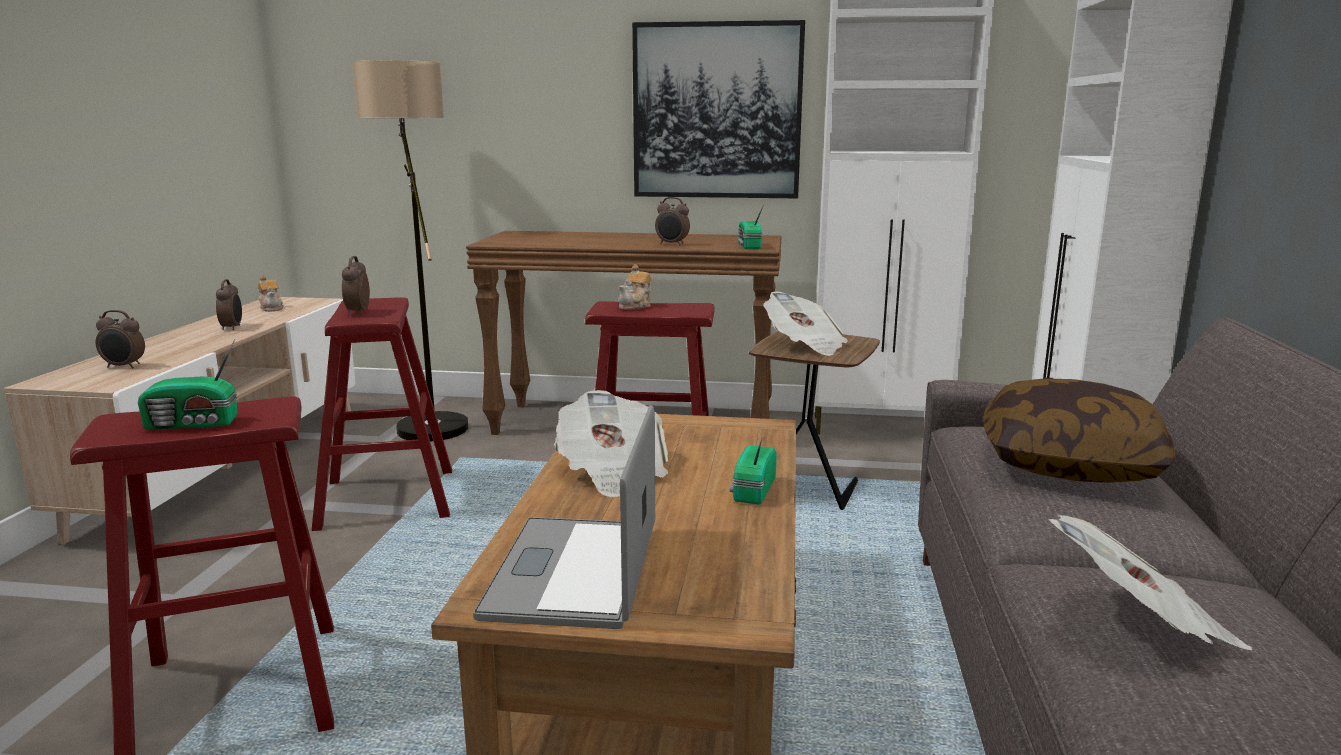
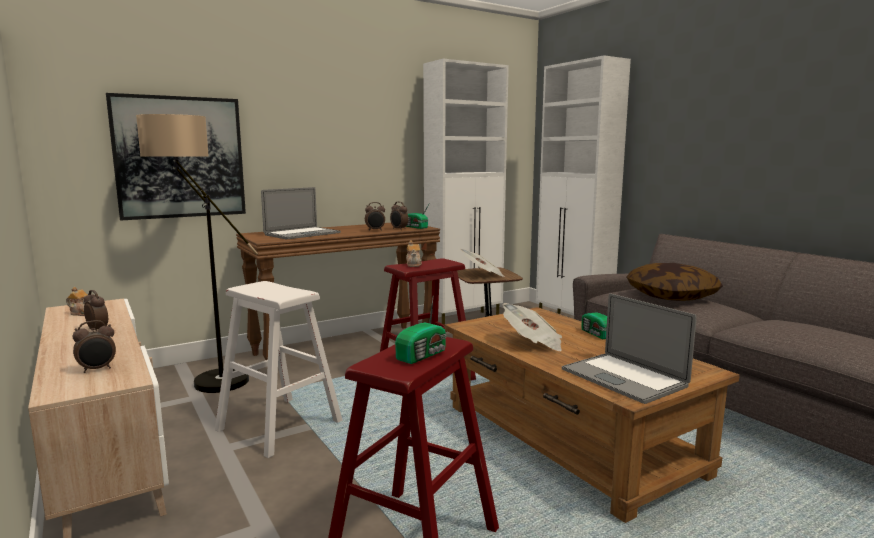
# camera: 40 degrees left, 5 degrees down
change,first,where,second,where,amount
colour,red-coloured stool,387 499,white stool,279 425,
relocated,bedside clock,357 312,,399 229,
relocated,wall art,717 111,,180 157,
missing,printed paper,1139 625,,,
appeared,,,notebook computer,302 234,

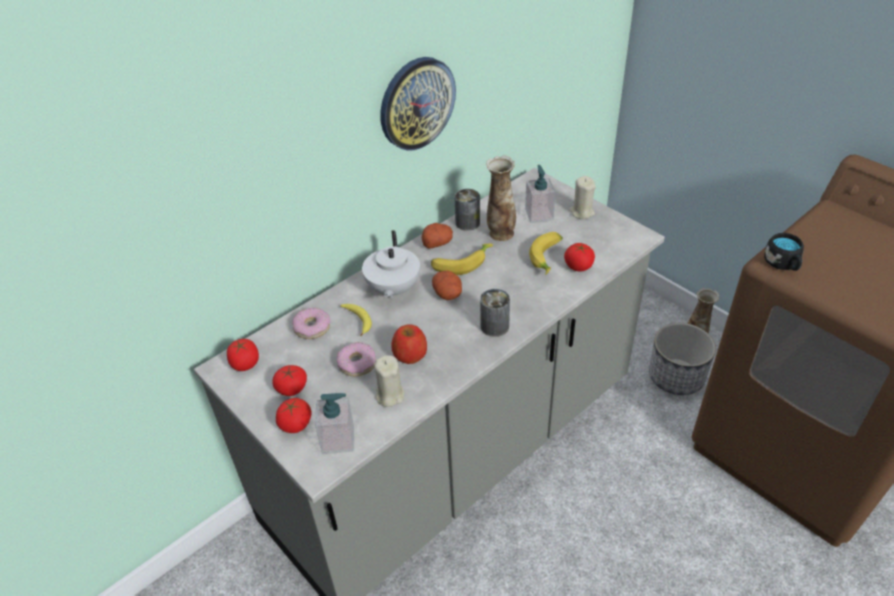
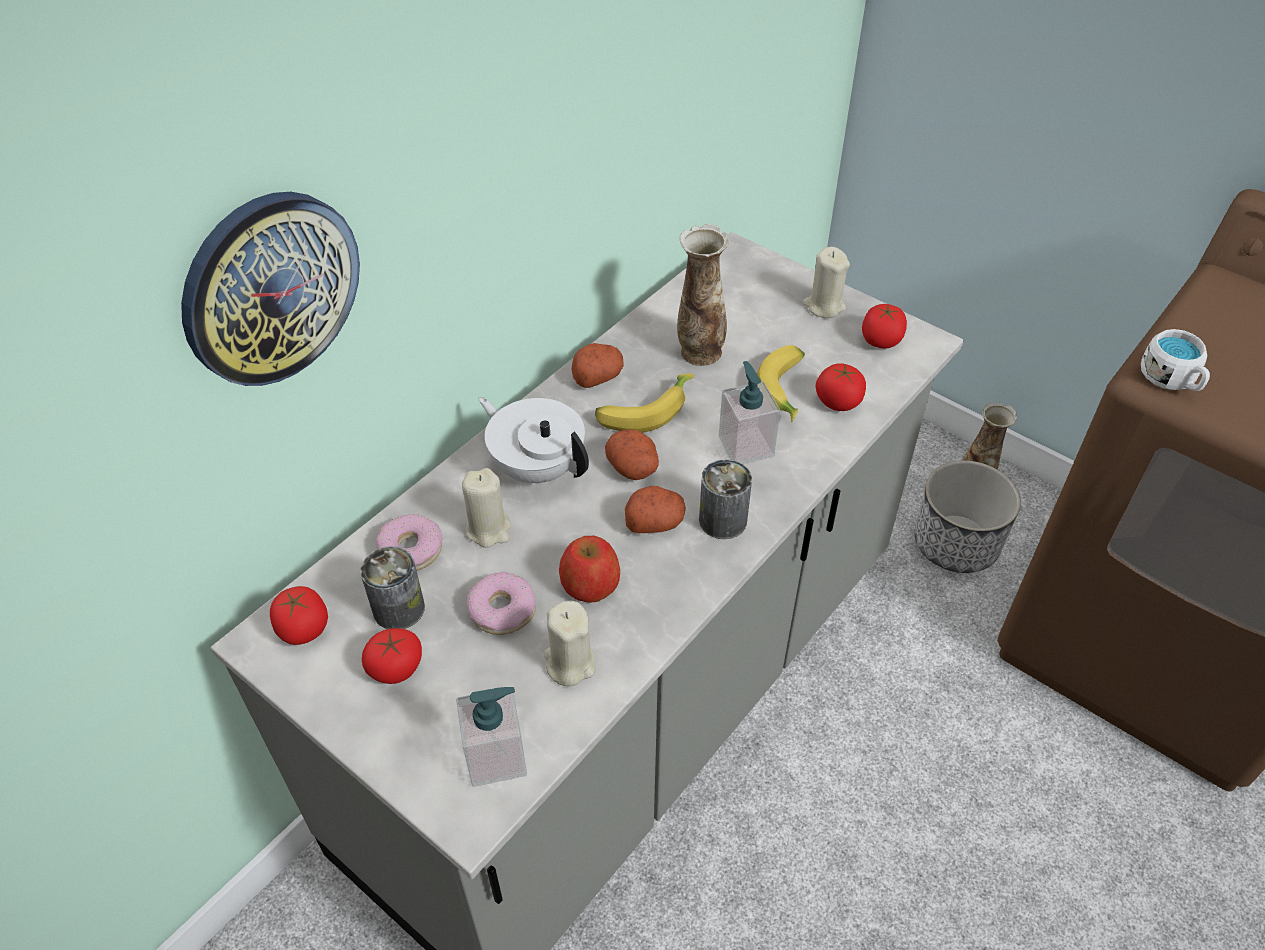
# camera: 10 degrees left, 5 degrees up
change,first,where,second,where,amount
relocated,fresh tomato,296 424,,881 340,
exchanged,whole banana,358 320,beige-coloured wax candle,489 529,
spun,white tea pot,392 289,,537 467,135 degrees clockwise
relocated,wall clock,416 103,,270 288,
relocated,sealed can,467 222,,399 608,
relocated,soap bottle,539 214,,745 446,
colour,blackish tea mug,783 264,white tea mug,1171 380,
appeared,,,whole potato,654 522,

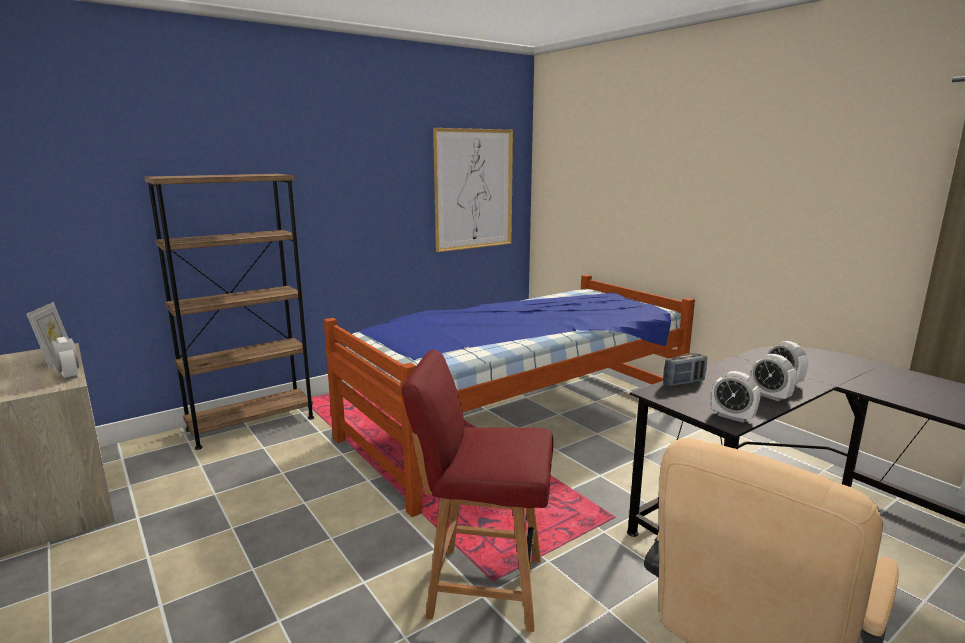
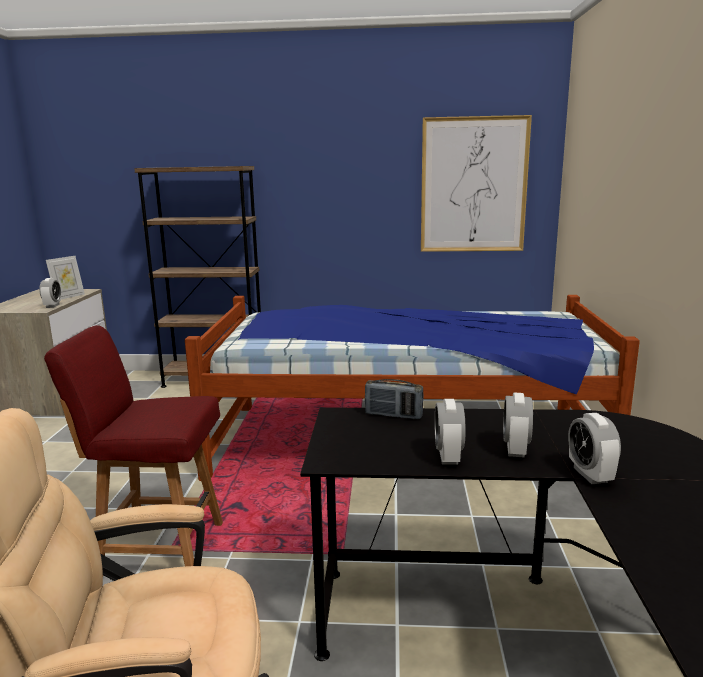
# camera: 40 degrees right, 0 degrees up
change,first,where,second,where,amount
spun,red-coloured plain chair,483 586,,159 549,45 degrees counterclockwise
relocated,bedside clock,732 417,,590 475,

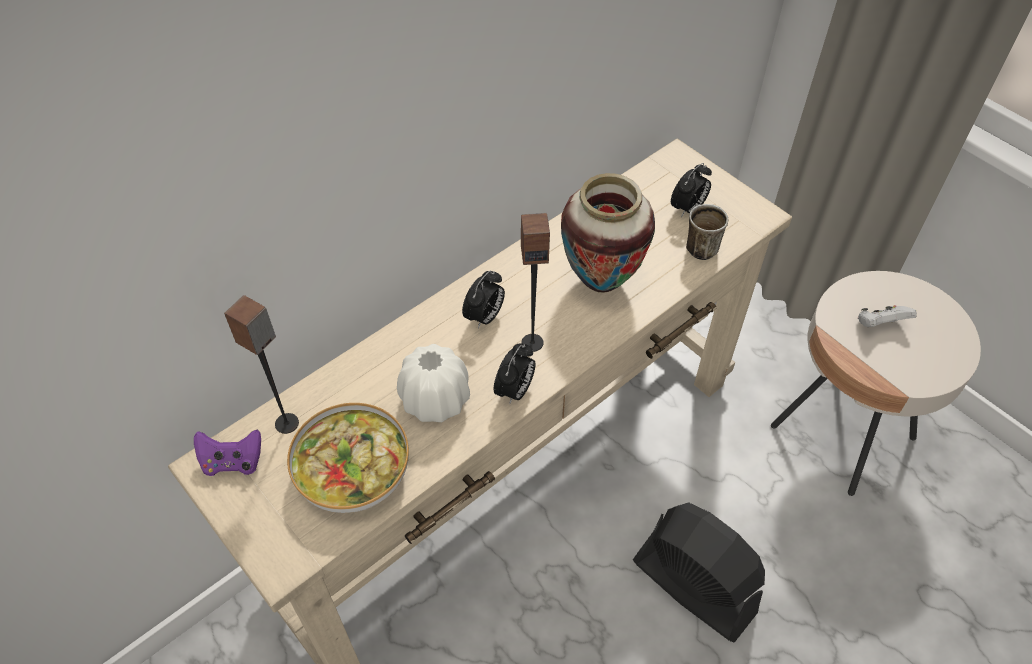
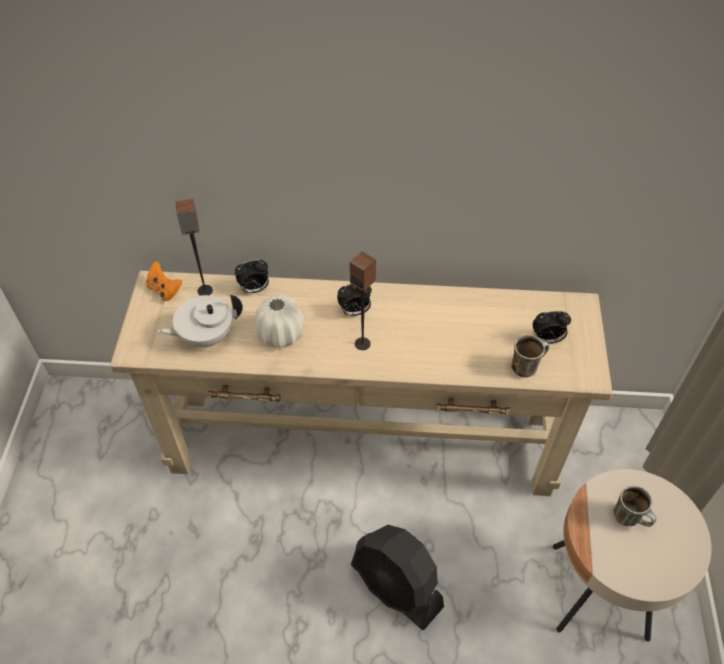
# camera: 45 degrees right, 0 degrees up
change,first,where,second,where,amount
colour,purple joypad,233 462,orange-coloured joypad,164 290,
exchanged,serving bowl,352 472,white tea pot,206 336,
relocated,bedside clock,515 391,,254 289,
missing,flower vase,600 282,,,
spun,blackish cooling fan,693 586,,396 586,135 degrees clockwise
exchanged,white joypad,879 325,tea mug,631 518,

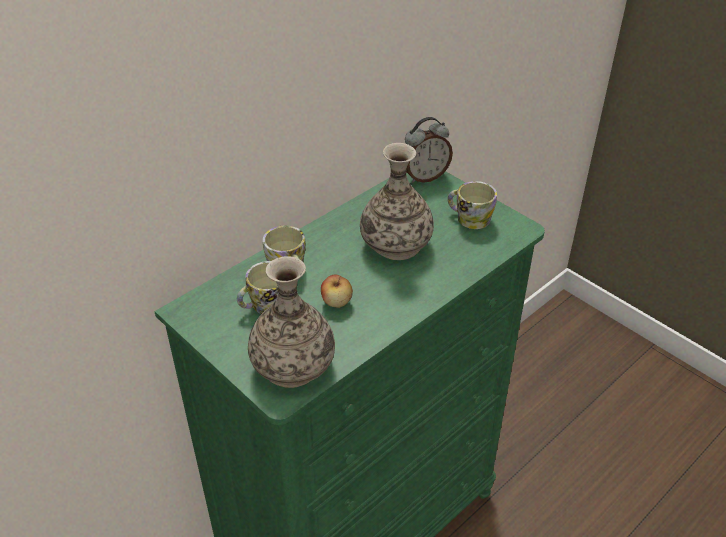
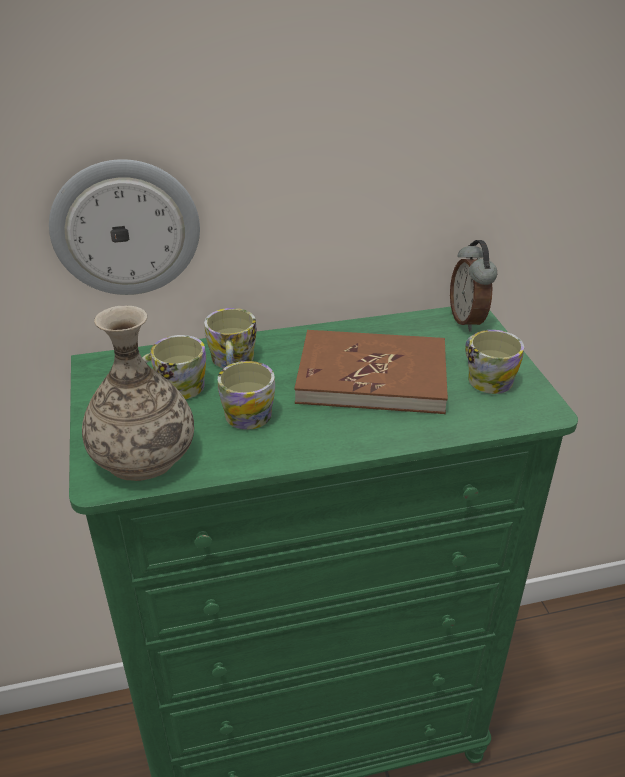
# camera: 30 degrees right, 5 degrees down
change,first,where,second,where,amount
exchanged,apple fruit,336 302,tea mug,250 411,
exchanged,flower vase,396 244,brown book,372 376,
spun,bedside clock,424 177,,468 320,75 degrees clockwise
appeared,,,wall clock,126 228,

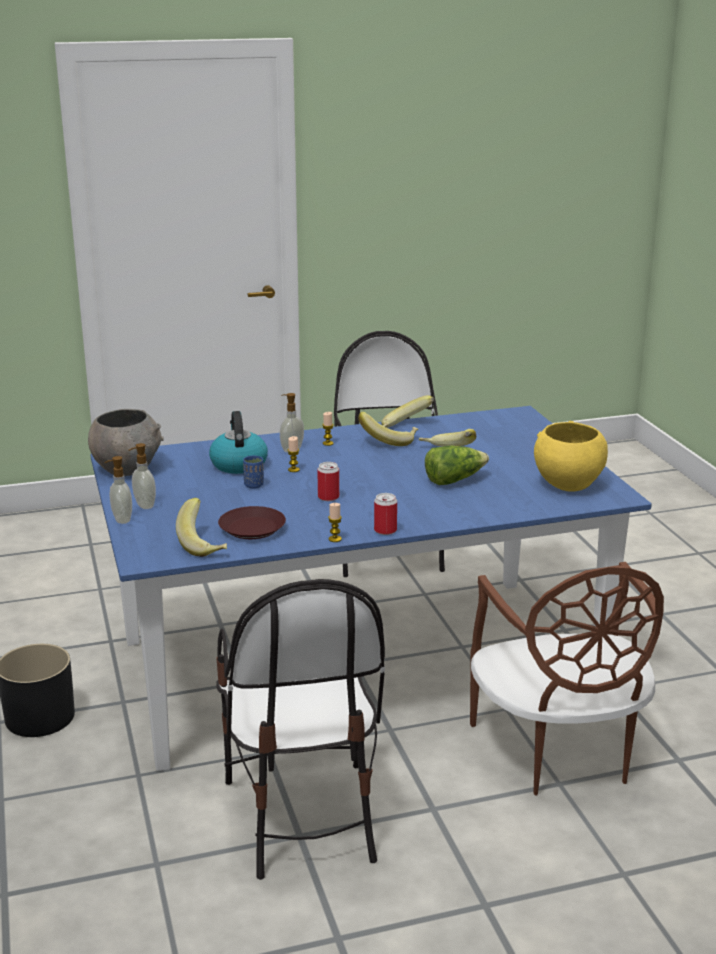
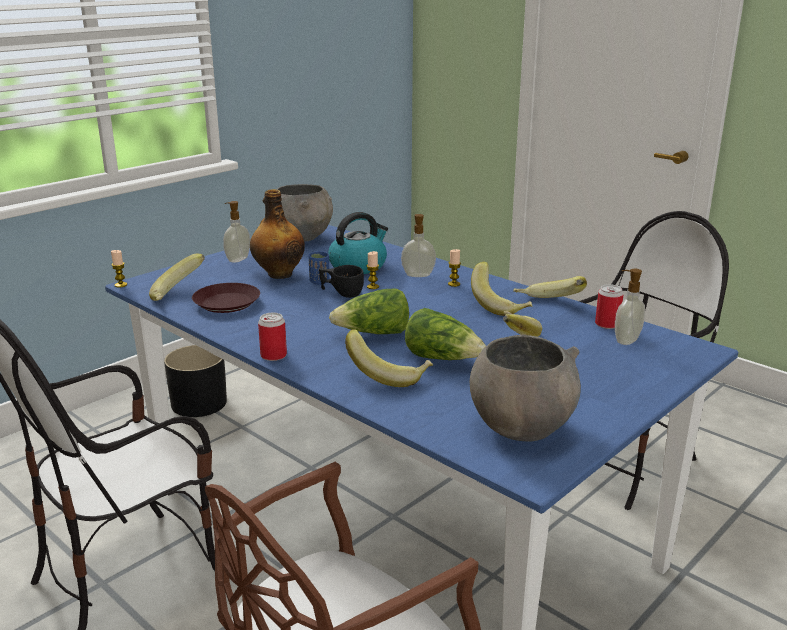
# camera: 60 degrees right, 0 degrees up
change,first,where,second,where,amount
relocated,soap bottle,121 520,,625 340,
relocated,sealed can,328 497,,607 324,
relocated,wax candle,335 539,,121 285,
colour,yellow-coloured serving bowl,567 484,gray serving bowl,520 426,
appeared,,,drink bottle,279 274,
appeared,,,blackish cup,341 293,
appeared,,,head of lettuce,373 333,
appeared,,,whole banana,389 375,

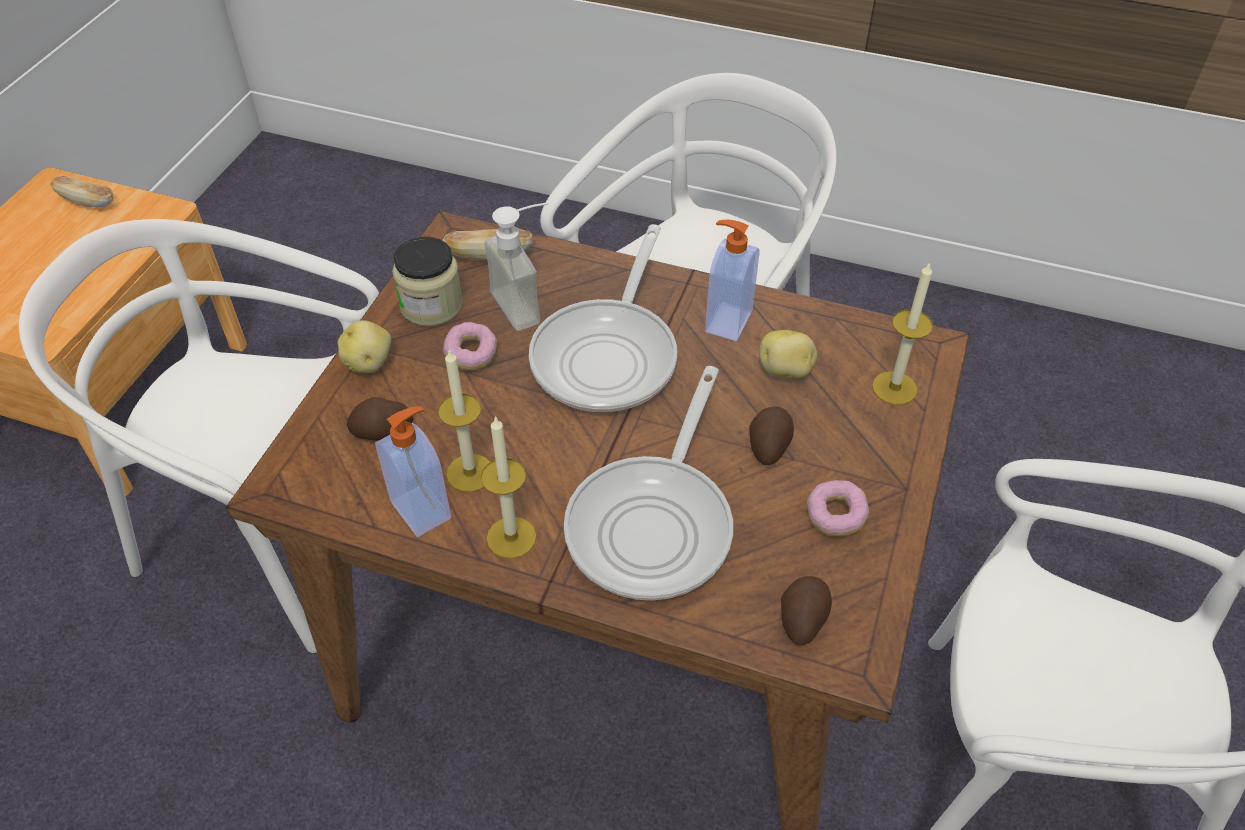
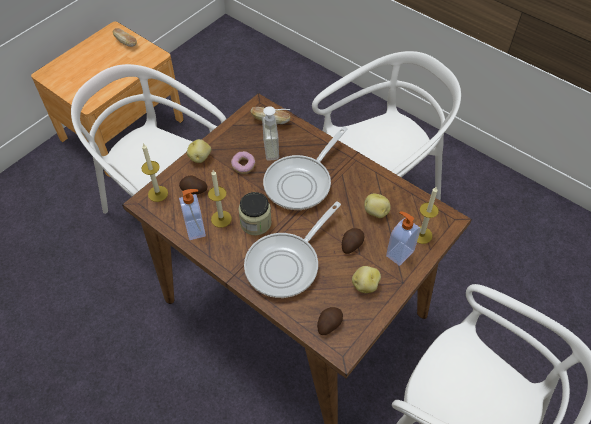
# camera: 20 degrees right, 5 degrees up
change,first,where,second,where,amount
relocated,preserve jar,431 305,,255 223,
relocated,wax candle,511 537,,158 193,
relocated,soap bottle,726 321,,399 253,
exchanged,ring doughnut,835 516,whole potato,365 285,

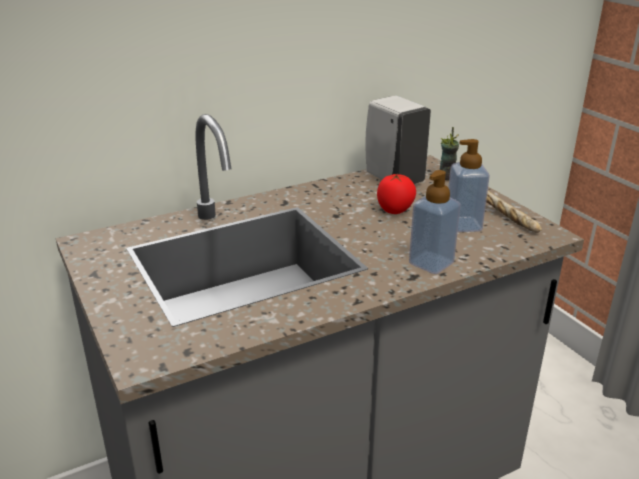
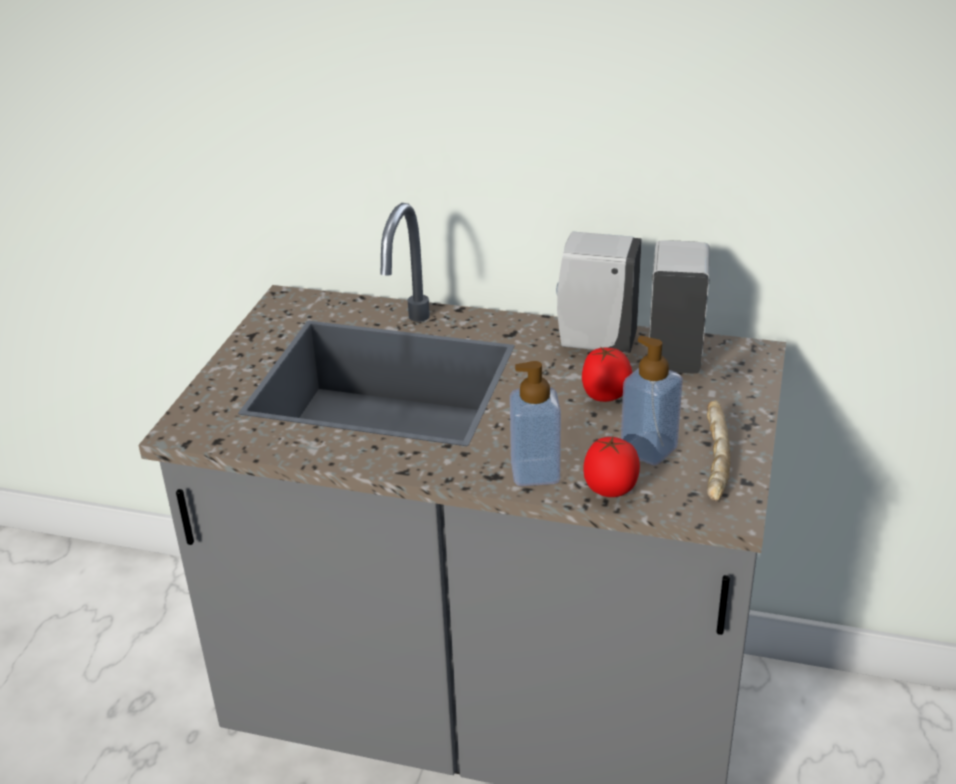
# camera: 45 degrees right, 5 degrees up
change,first,where,second,where,amount
missing,cup,446 177,,,
appeared,,,white soap bottle,594 343,
appeared,,,fresh tomato,610 490,

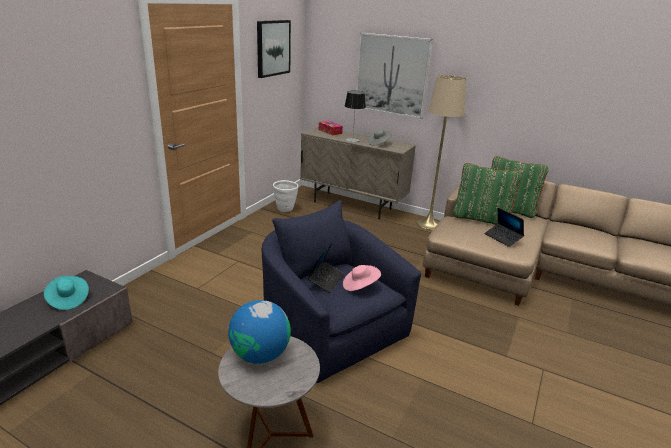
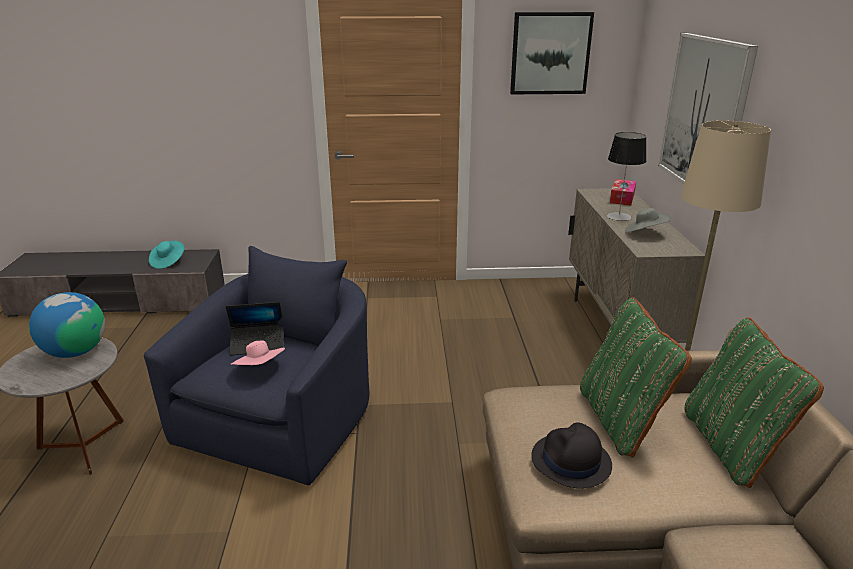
# camera: 60 degrees right, 0 degrees up
change,first,where,second,where,amount
missing,white plant pot,285 209,,,
exchanged,notebook computer,503 238,blackish clothing hat,571 461,

